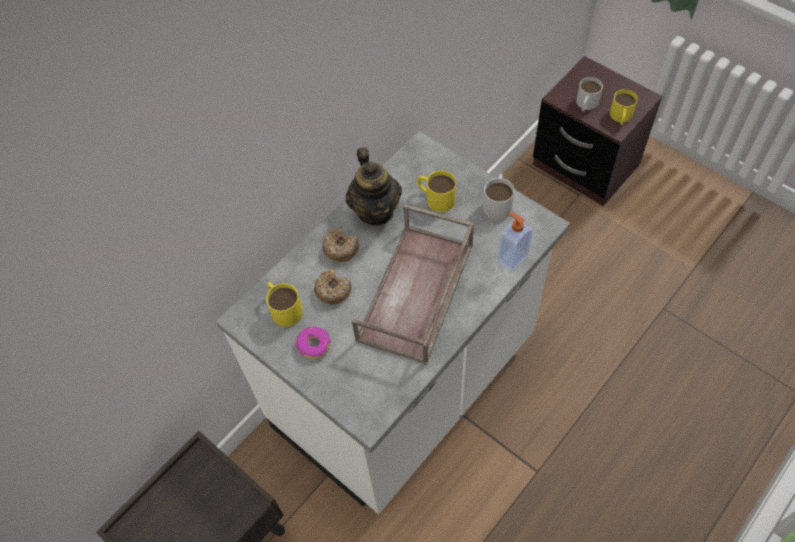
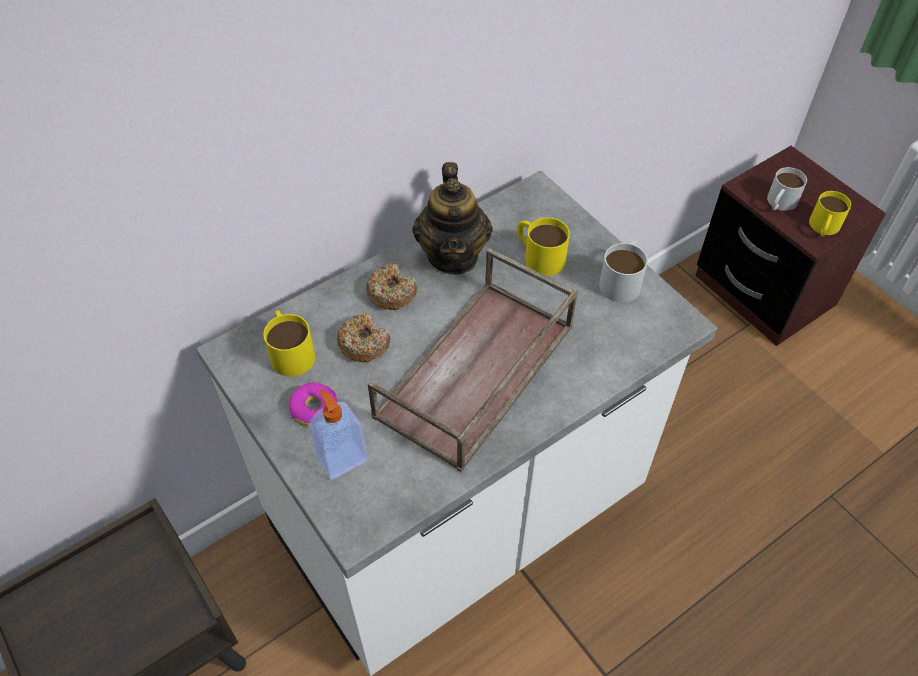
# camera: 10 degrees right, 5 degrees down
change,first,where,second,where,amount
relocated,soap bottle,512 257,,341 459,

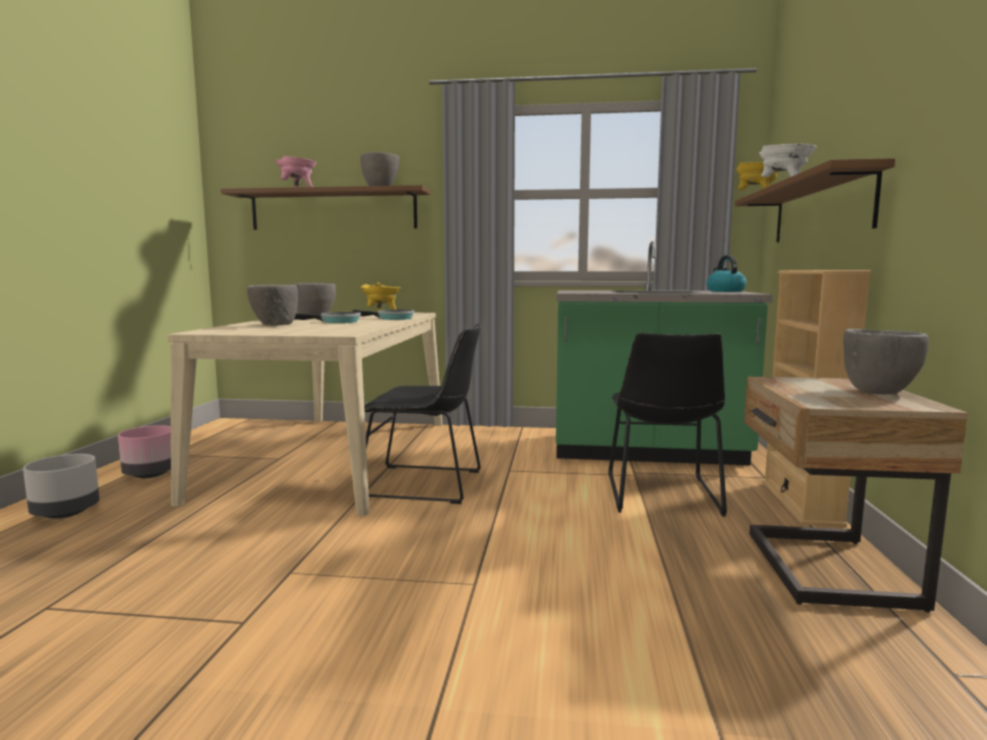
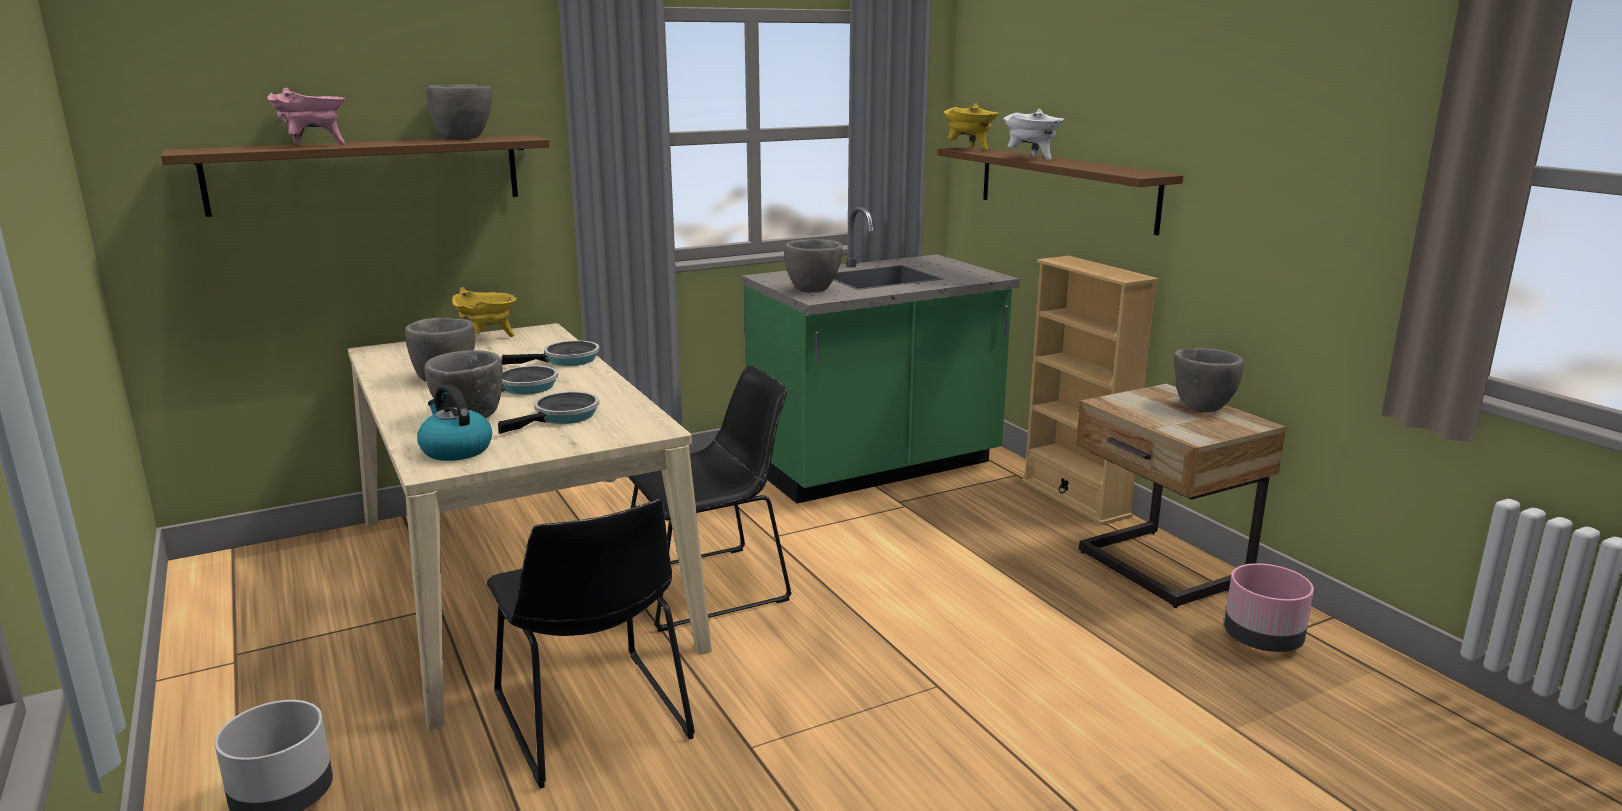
# camera: 35 degrees left, 10 degrees up
change,first,where,second,where,amount
relocated,pink plant pot,150 474,,1261 641,
relocated,blackish plain chair,662 496,,594 722,
relocated,tea kettle,725 291,,455 450,
appeared,,,skillet,562 417,
appeared,,,gray serving bowl,813 291,

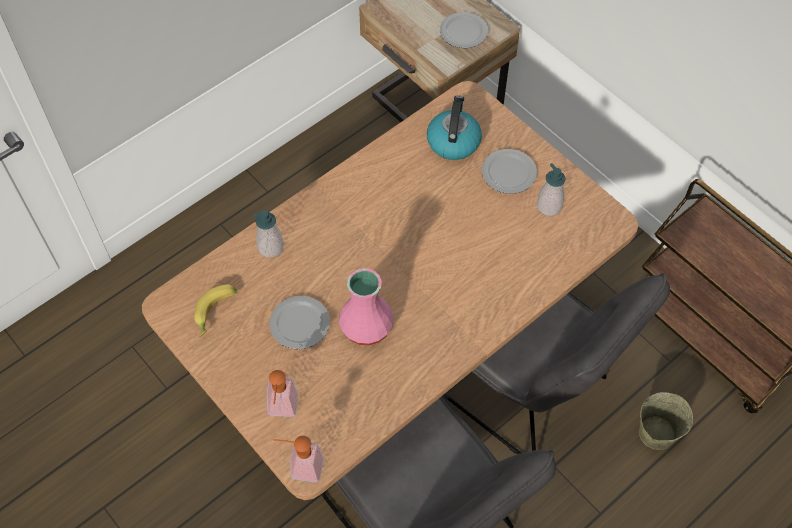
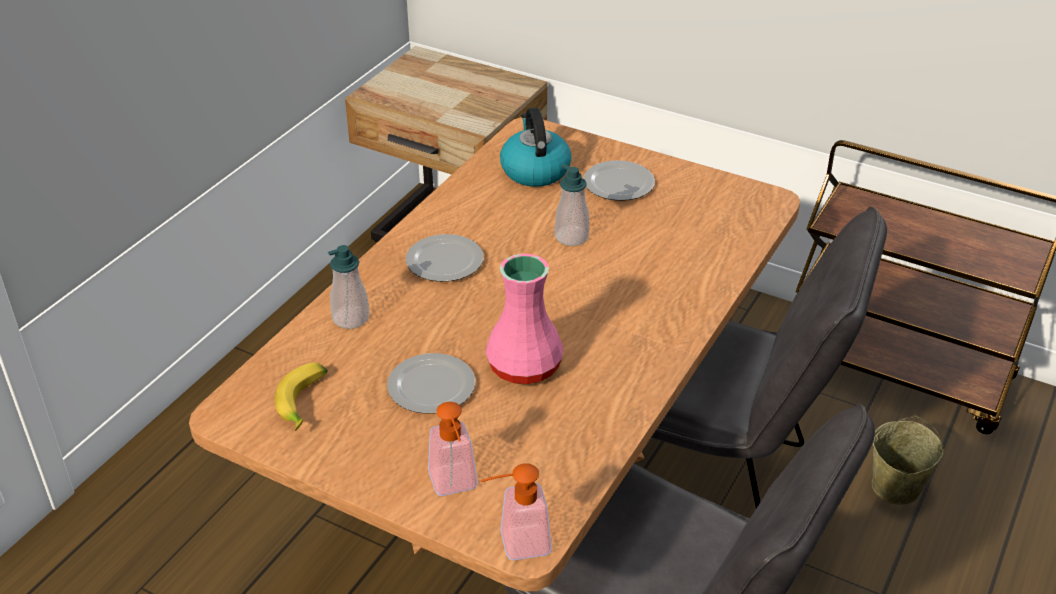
# camera: 20 degrees left, 20 degrees down
change,first,where,second,where,amount
relocated,dinner plate,464 32,,446 261,
relocated,soap bottle,549 206,,571 237,

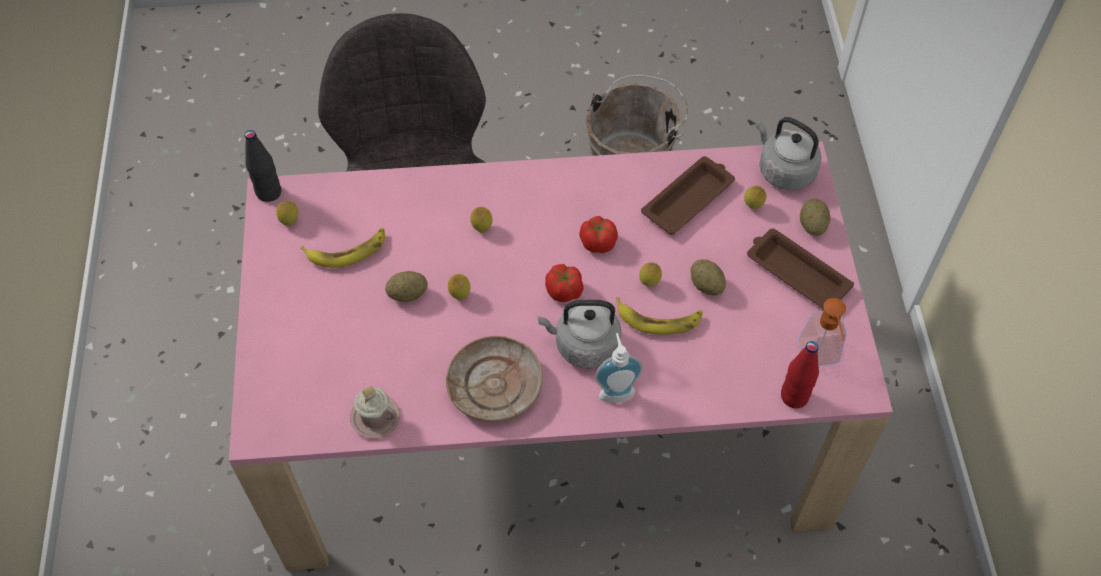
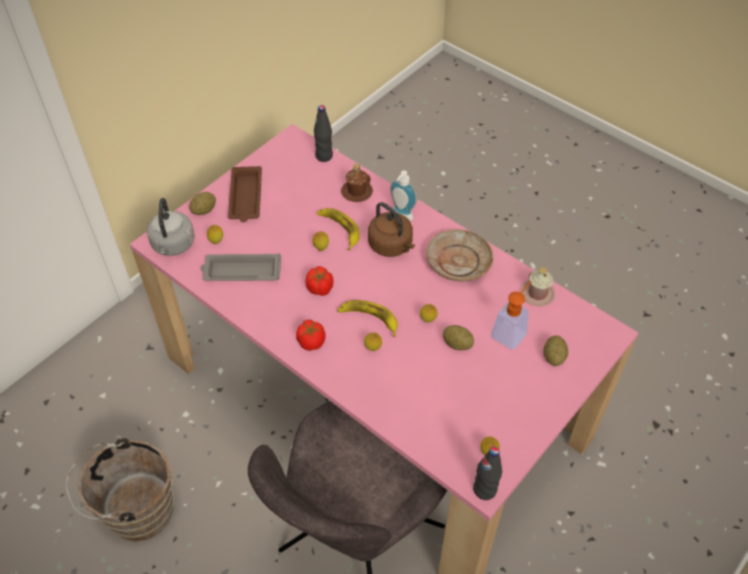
# camera: 135 degrees left, 5 degrees down
change,first,where,second,where,amount
relocated,whole banana,347 250,,369 318,
colour,gray tea kettle,583 346,brown tea kettle,392 246,
relocated,fresh tomato,564 291,,311 341,
colour,brown serving tray,689 198,gray serving tray,241 271,
relocated,whole potato,706 285,,553 357,
colour,red-coloured drink bottle,794 396,blackish drink bottle,324 156,
relocated,soap bottle,820 358,,511 331,
appeared,,,brown tea mug,357 192,

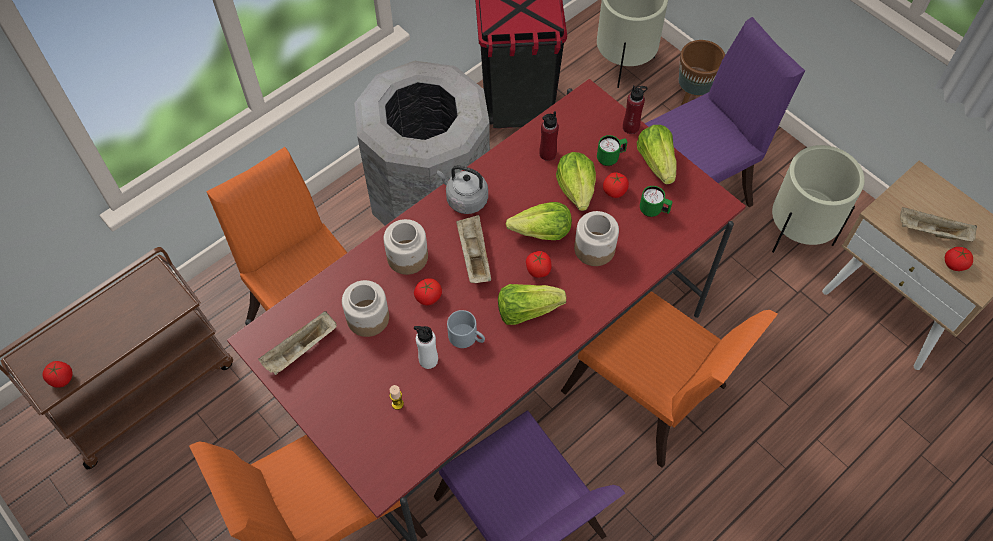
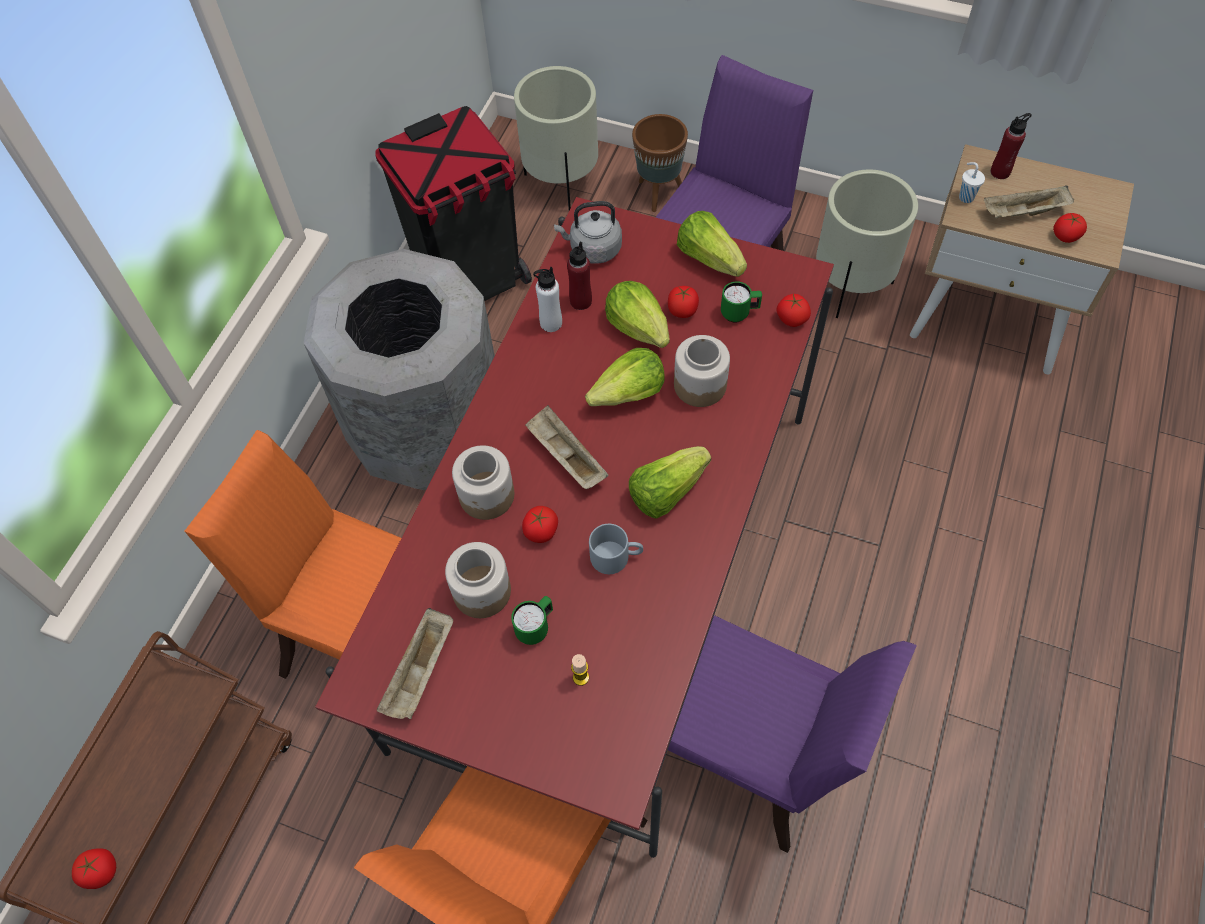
# camera: 25 degrees left, 0 degrees up
change,first,where,second,where,amount
relocated,white drink bottle,428 360,,551 323,
relocated,gray tea kettle,464 199,,593 249,
relocated,fresh tomato,538 270,,792 319,
missing,orange-coloured plain chair,650 397,,,
relocated,green tea mug,610 158,,536 627,
relocated,red-coloured drink bottle,630 127,,1000 172,
appeared,,,white cup,965 197,

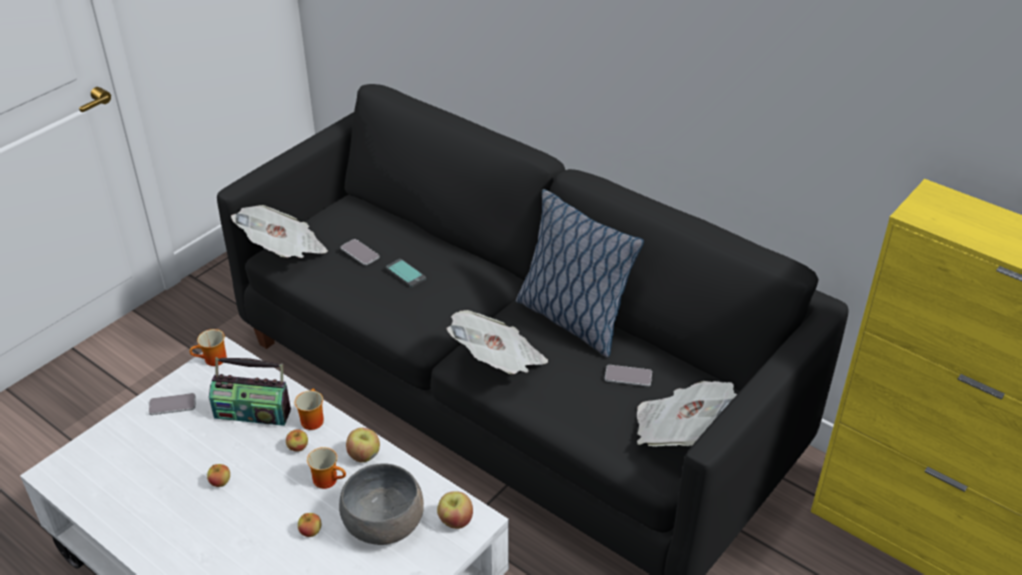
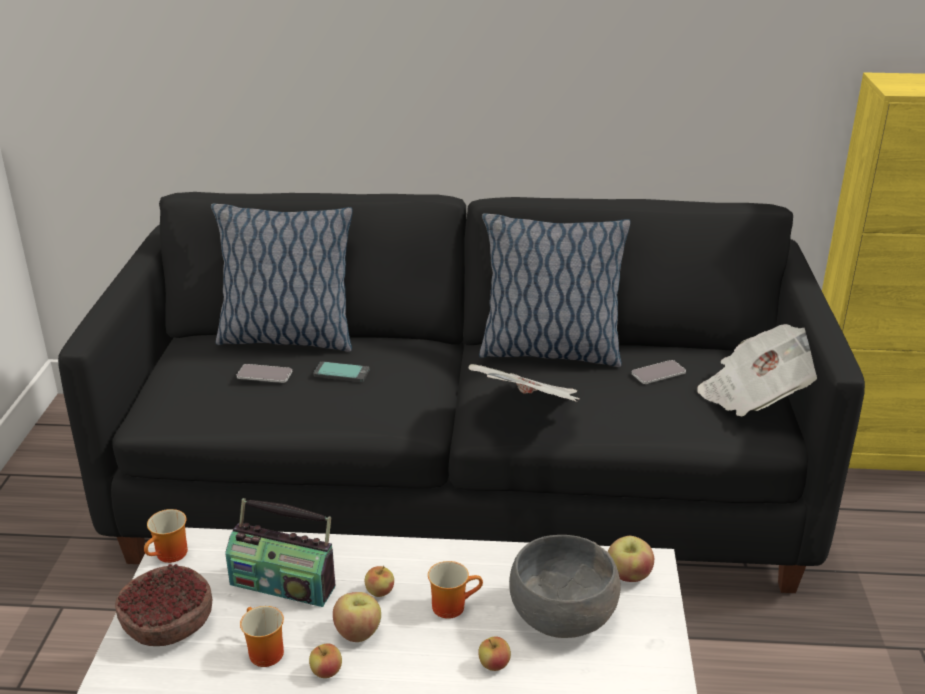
# camera: 35 degrees left, 10 degrees down
change,first,where,second,where,amount
exchanged,handset,172 405,serving bowl,167 623,
spun,radio receiver,253 412,,284 583,45 degrees clockwise
missing,printed paper,284 250,,,
relocated,tea mug,311 419,,262 652,
relocated,apple fruit,364 455,,358 632,
appeared,,,throw pillow,286 338,

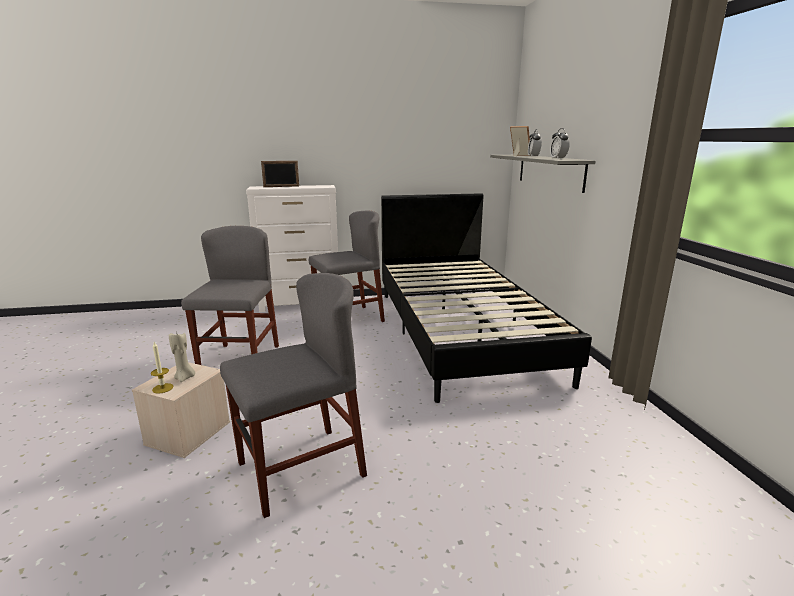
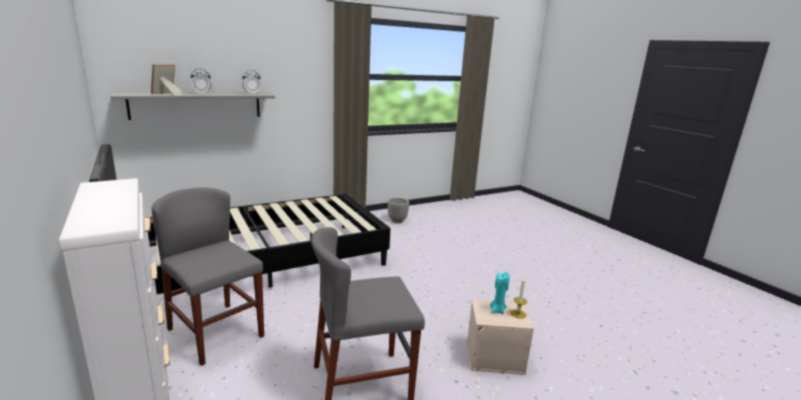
# camera: 110 degrees left, 0 degrees up
change,first,where,second,where,amount
colour,beige-coloured wax candle,185 378,turquoise wax candle,497 310,
missing,gray plain chair,300 469,,,
missing,photo frame,281 186,,,
appeared,,,plant pot,397 220,

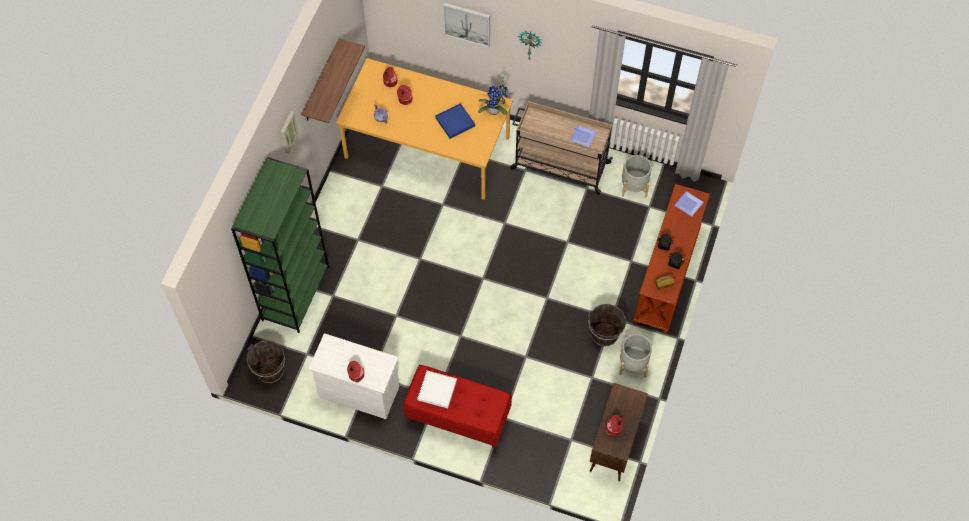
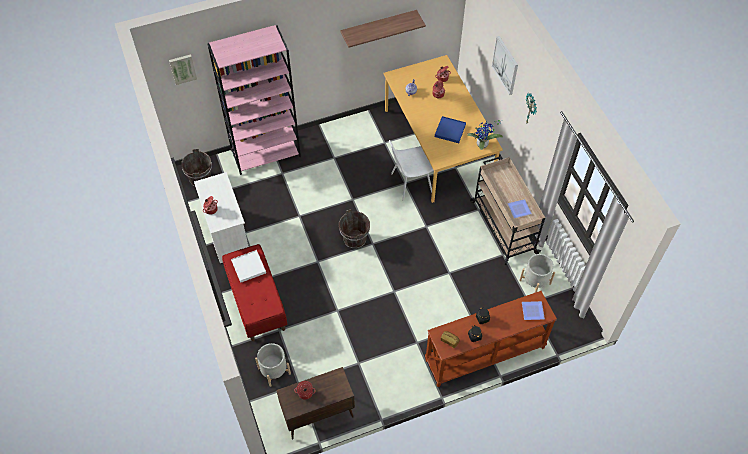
# camera: 50 degrees right, 5 degrees down
change,first,where,second,where,amount
colour,green shelving unit,295 293,pink shelving unit,266 153,
relocated,wall art,288 132,,182 68,
relocated,brown bucket,604 335,,354 239,
relocated,gray plant pot,633 363,,274 371,
appeared,,,white plain chair,410 183,

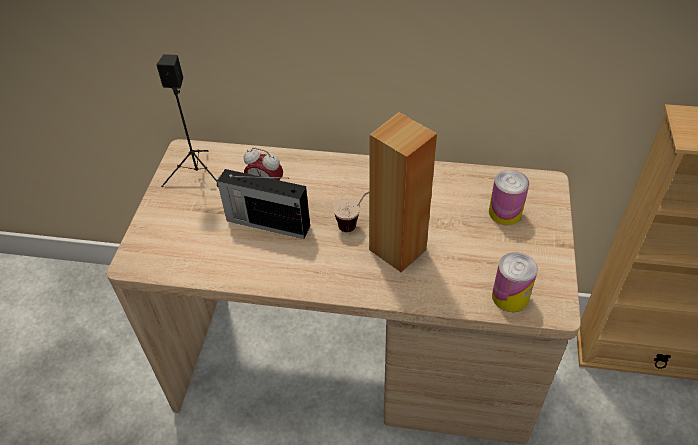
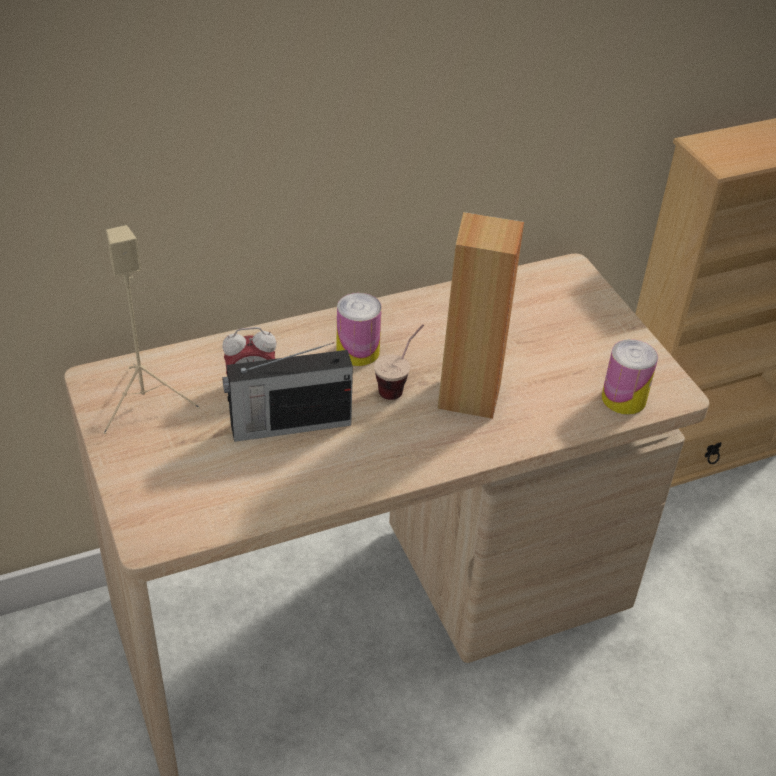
# camera: 35 degrees left, 5 degrees down
change,first,where,second,where,amount
colour,blackish audio speaker,199 175,beige-coloured audio speaker,146 401,
relocated,sealed can,505 212,,358 351,

